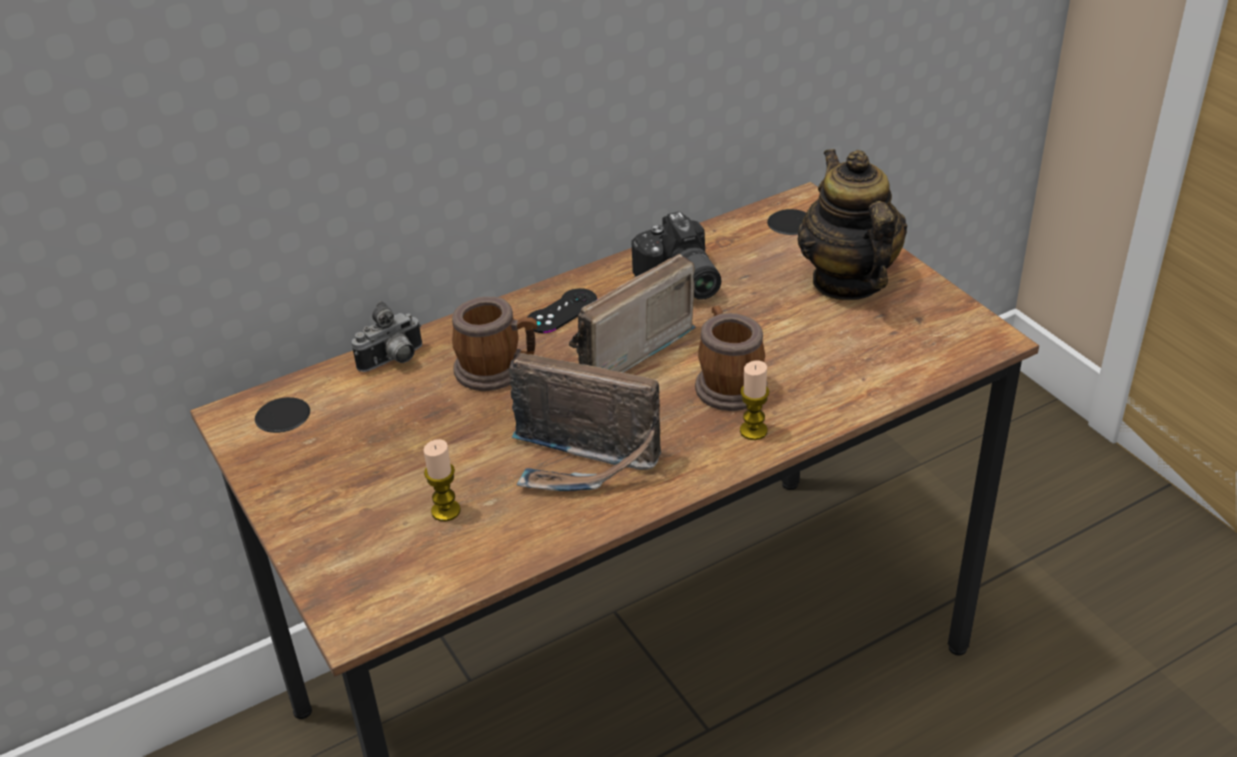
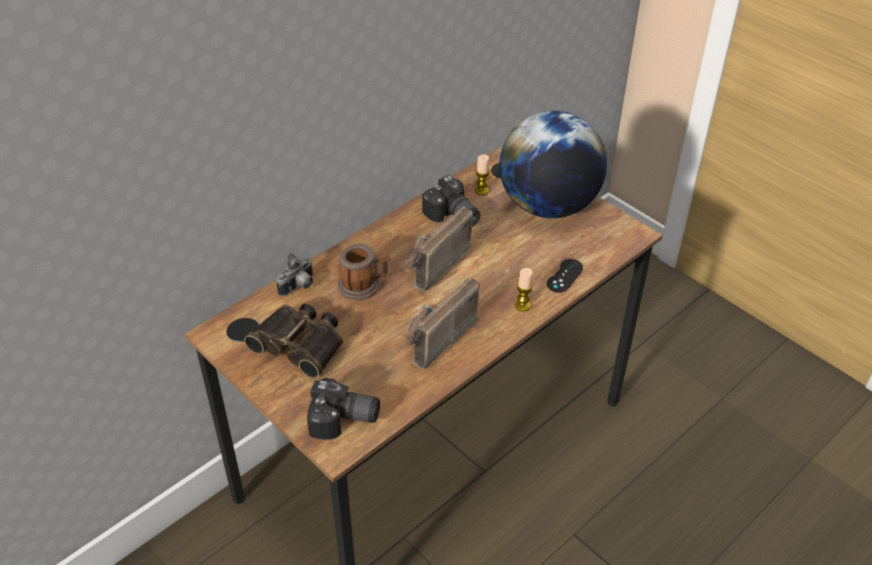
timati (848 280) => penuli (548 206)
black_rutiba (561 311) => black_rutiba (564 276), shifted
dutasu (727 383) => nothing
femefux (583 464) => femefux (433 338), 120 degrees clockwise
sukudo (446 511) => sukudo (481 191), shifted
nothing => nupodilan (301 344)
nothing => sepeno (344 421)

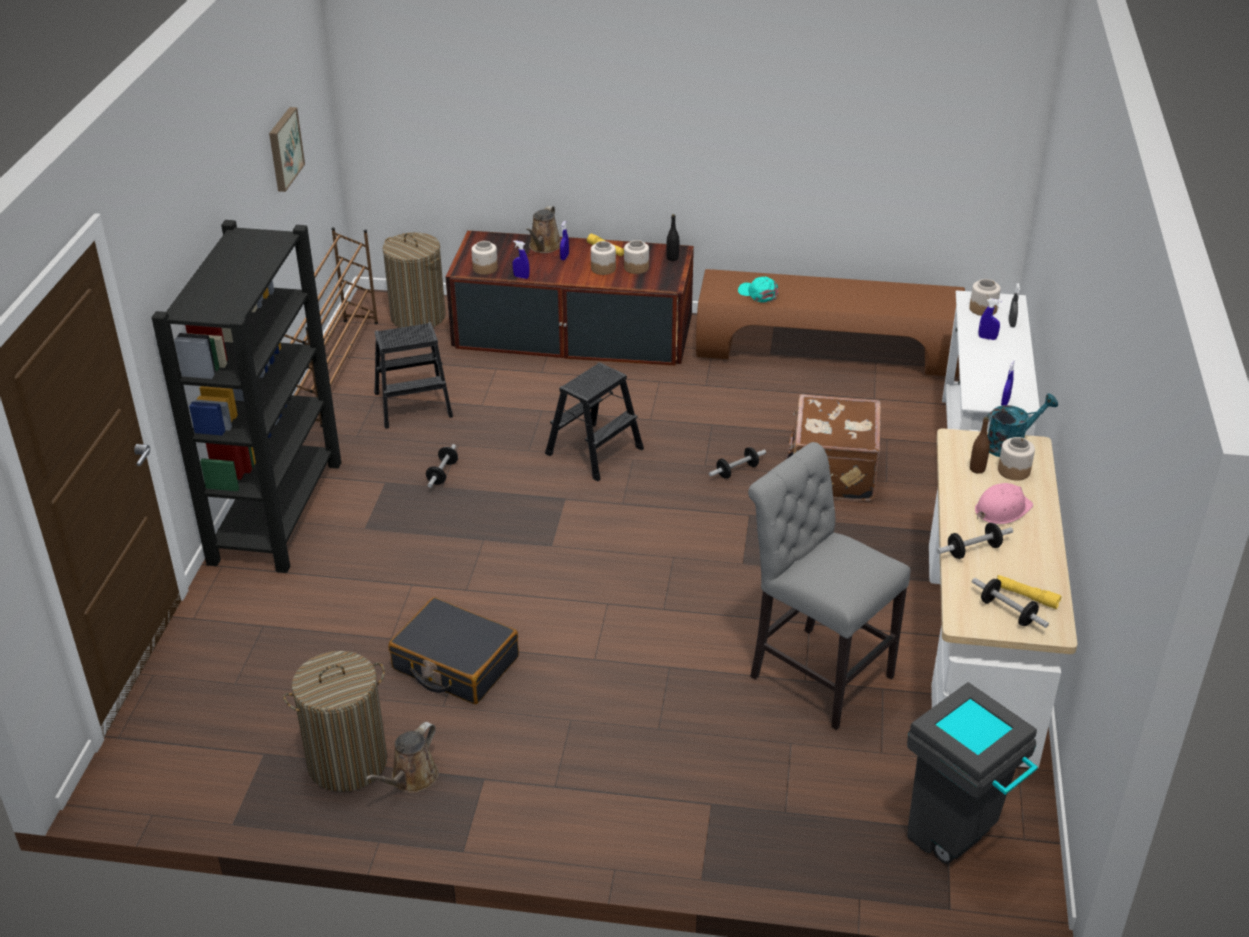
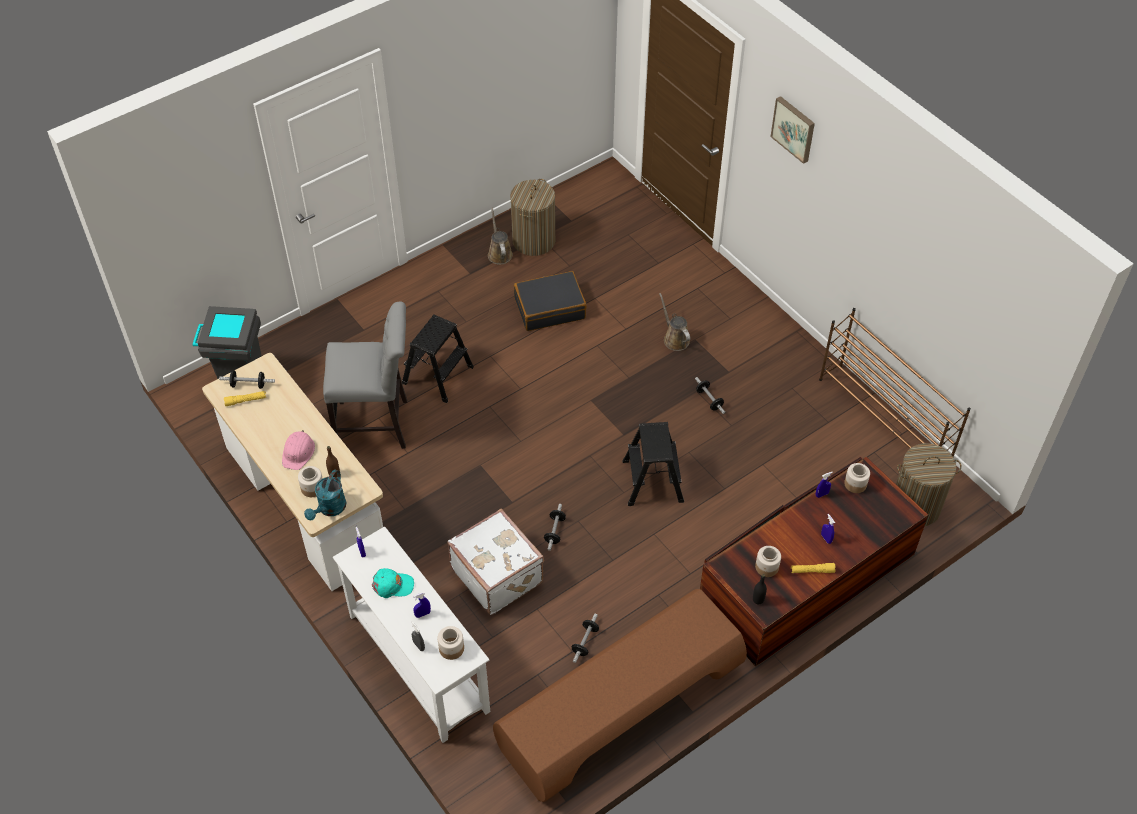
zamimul (283 149) => zamimul (794 128), shifted
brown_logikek (544 247) => brown_logikek (675 338), shifted
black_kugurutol (276 511) => nothing
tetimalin (603 268) => nothing
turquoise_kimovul (758 294) => turquoise_kimovul (392 585), shifted
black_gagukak (412 404) => black_gagukak (438 374), shifted
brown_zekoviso (831 473) => white_zekoviso (498 574)
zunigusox (973 550) => zunigusox (585 642), shifted

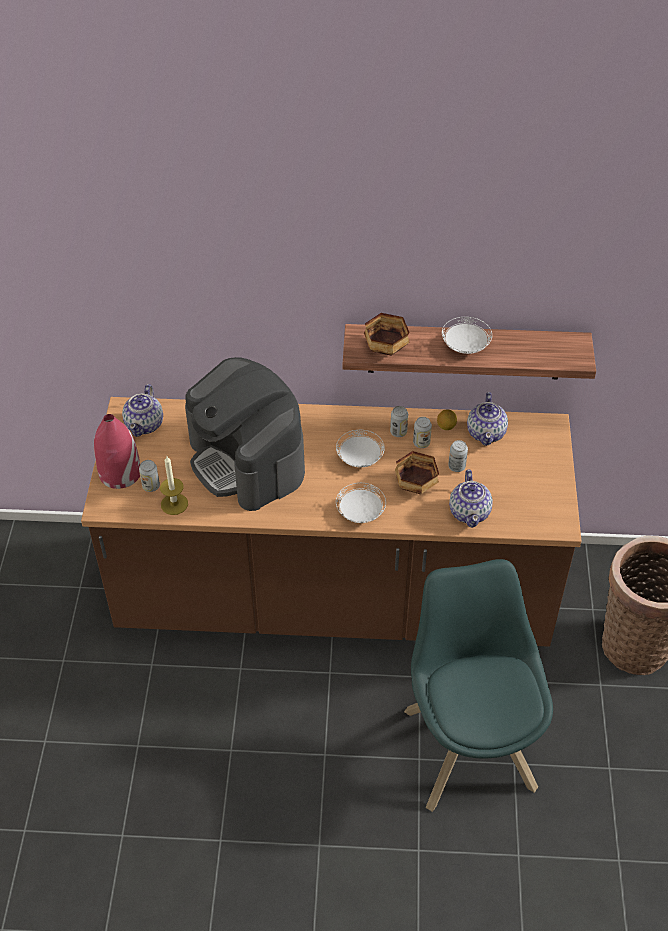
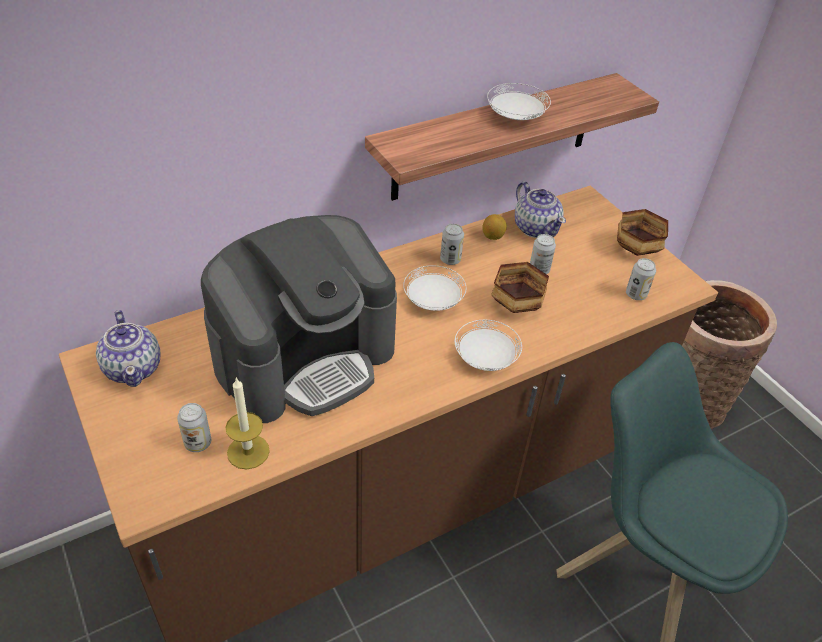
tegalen (386 347) => tegalen (635 248), shifted
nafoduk (247 461) => nafoduk (305 357), 60 degrees counterclockwise
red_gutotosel (119 473) => nothing
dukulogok (421 443) => dukulogok (636 294), shifted
timati (470 512) => nothing

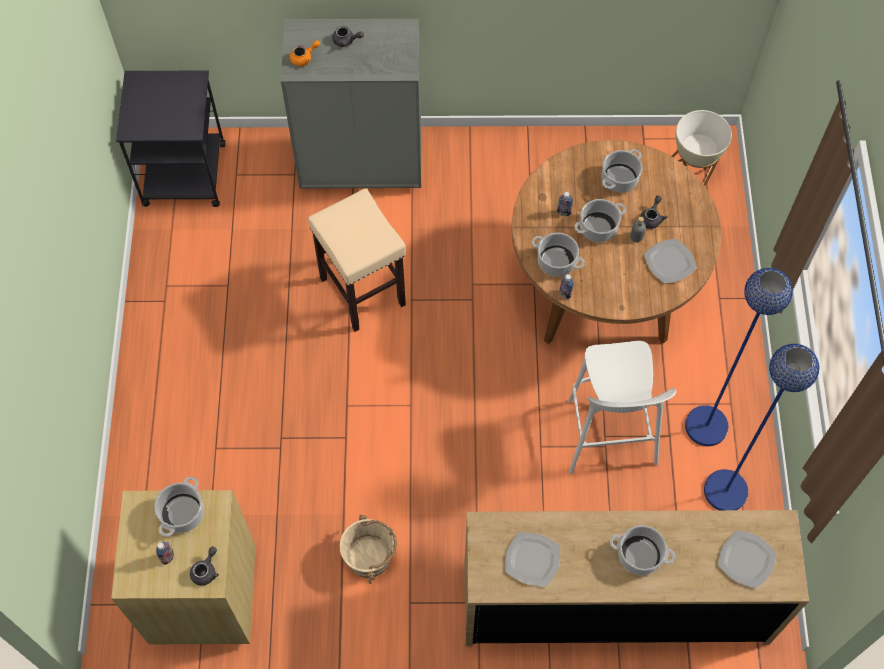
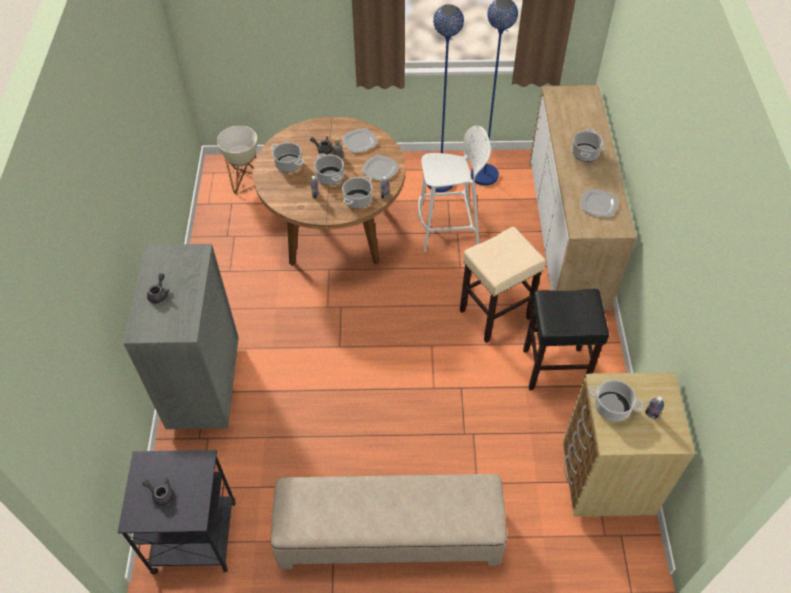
orange_timati (304 58) => nothing
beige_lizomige (363 292) => beige_lizomige (496 314), shifted
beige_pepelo (370 556) => black_lizomige (555 368)
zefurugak (745 560) => zefurugak (380 169), shifted
grey_timati (206 570) => grey_timati (161 494), shifted
nothing => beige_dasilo (388 534)

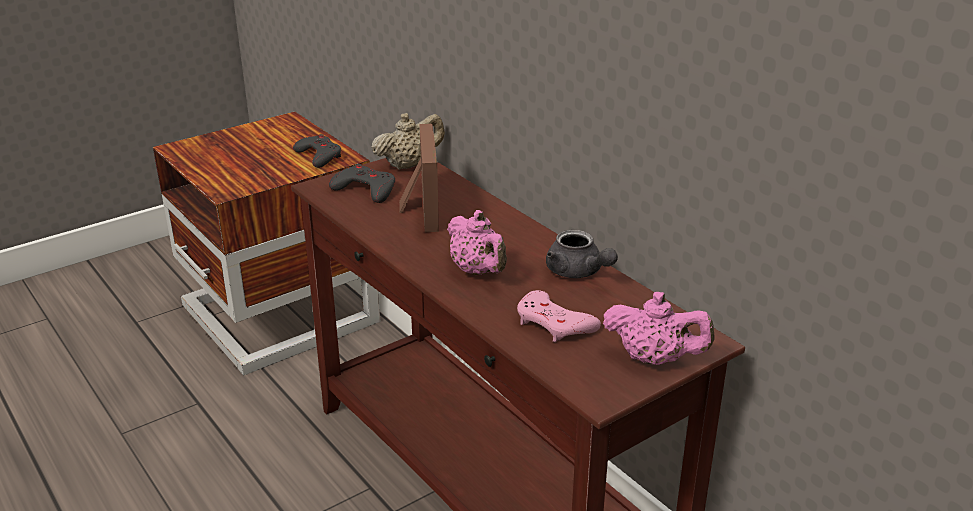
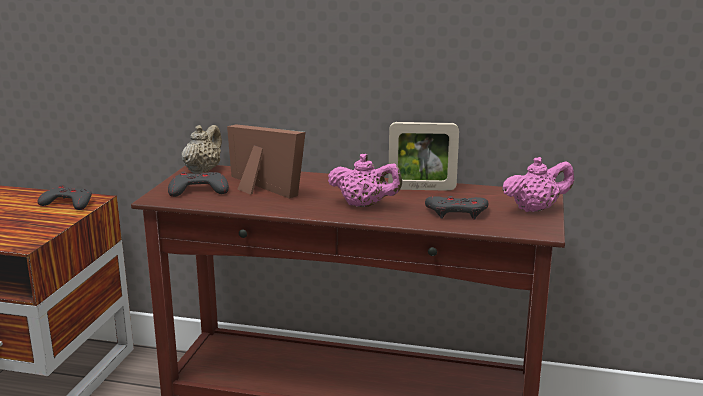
grey_timati (578 272) => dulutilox (422 188)
pink_rutiba (554 323) => grey_rutiba (457 212)

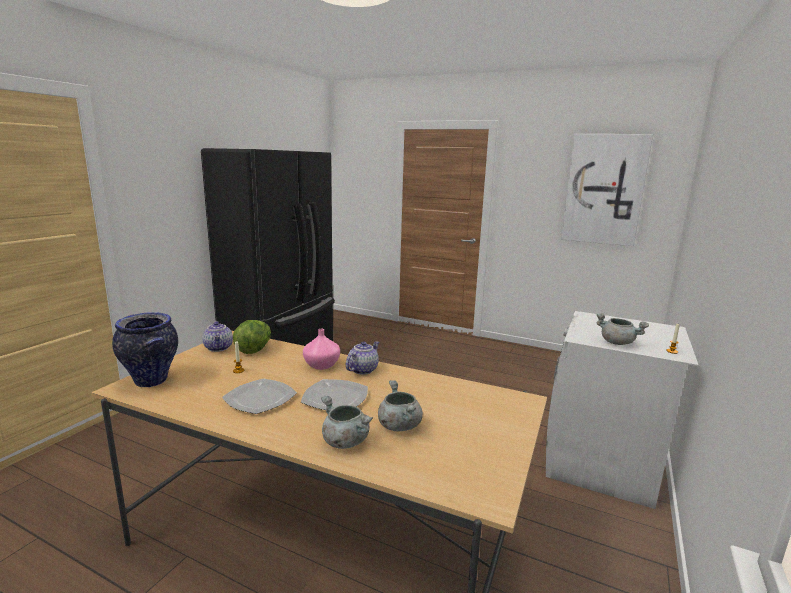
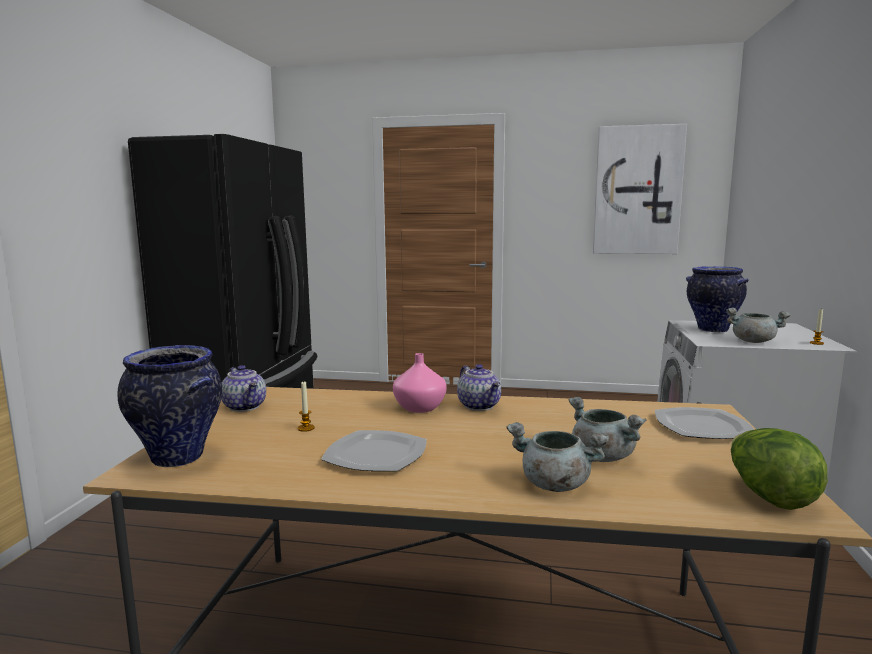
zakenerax (254 349) => zakenerax (768 496), shifted
timati (362 370) => timati (480 406), 135 degrees clockwise
zefurugak (335 398) => zefurugak (703 427), shifted
nothing => gutotosel (711 330)

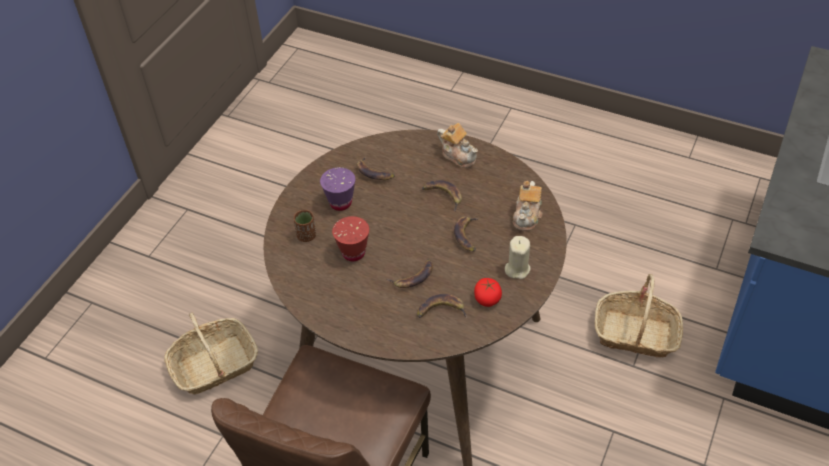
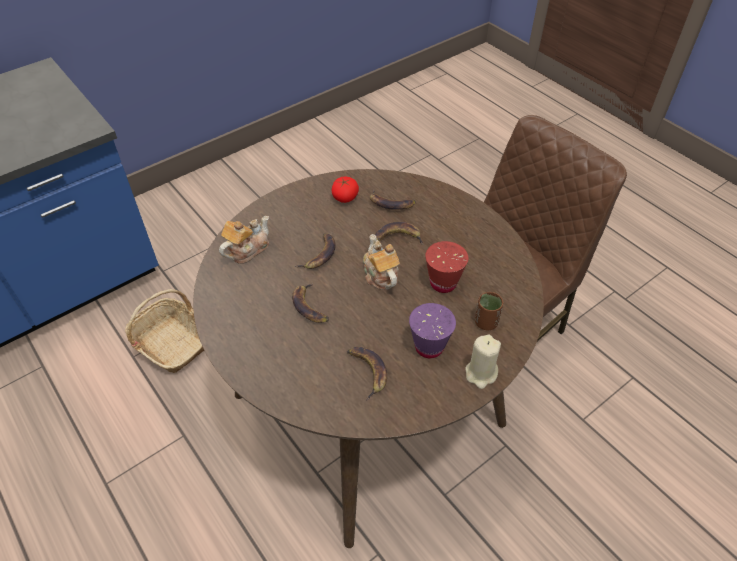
timati (458 155) => timati (380 275), shifted
beige_sukudo (517 269) => beige_sukudo (481 374), shifted
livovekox (214 365) => nothing

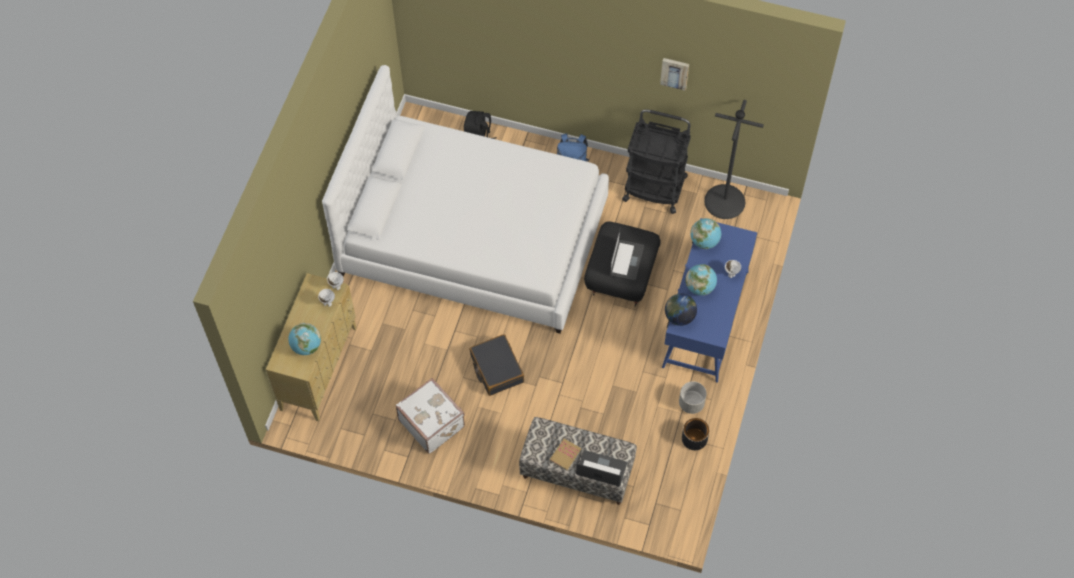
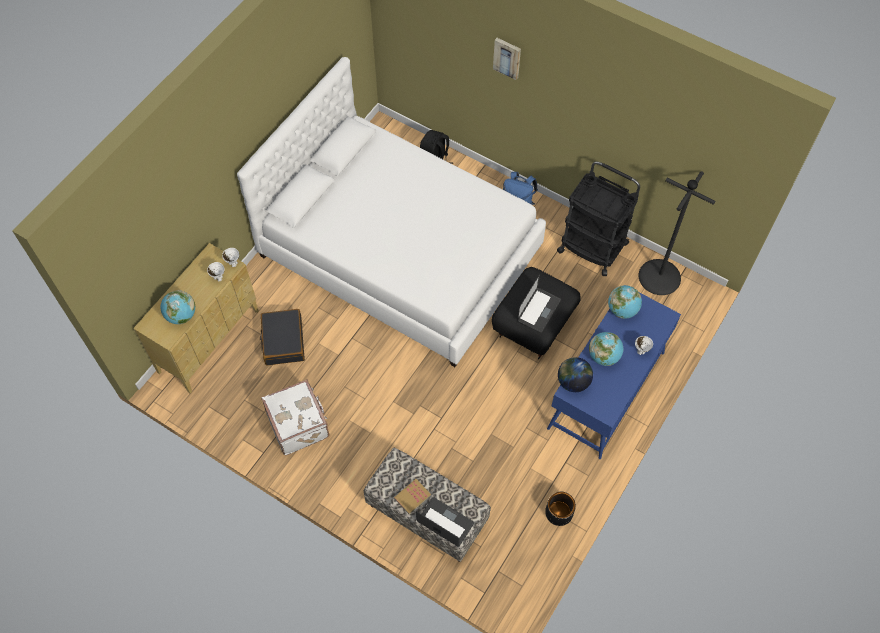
zamimul (675 72) => zamimul (507 57), shifted
black_zekoviso (496 369) => black_zekoviso (283 341), shifted
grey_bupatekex (691 403) => nothing

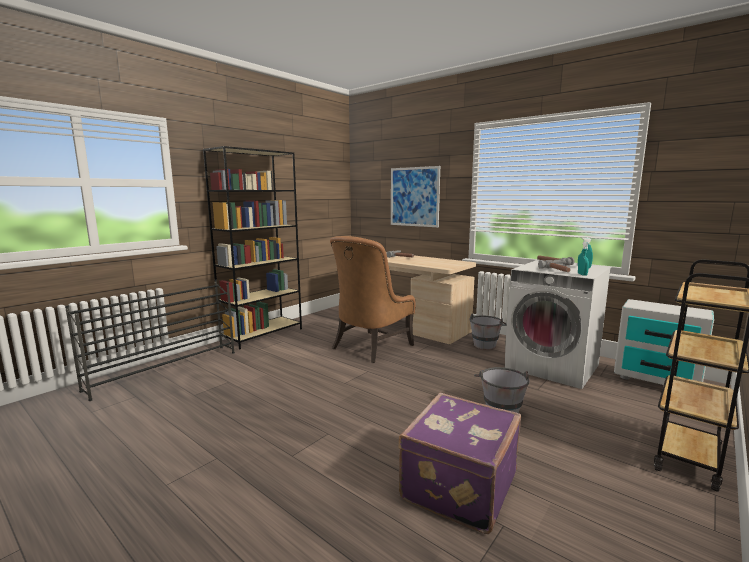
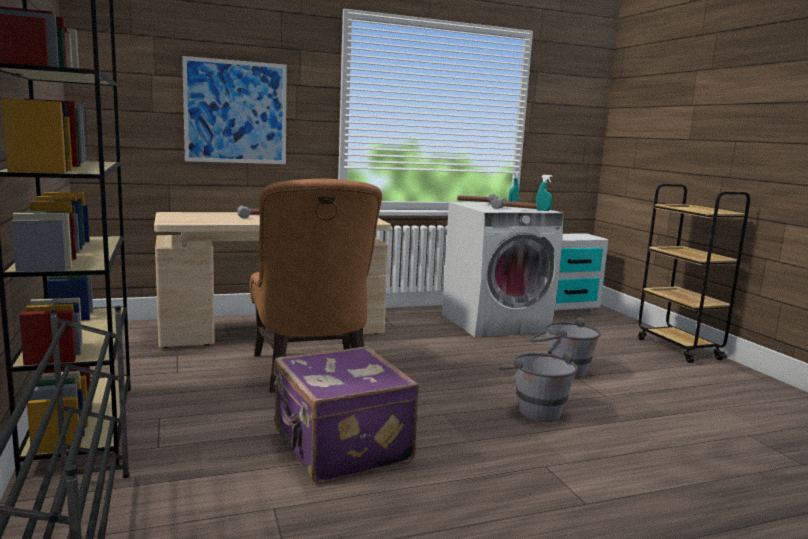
grey_pepelo (486 344) => grey_pepelo (533 409), shifted
purple_zekoviso (457 485) => purple_zekoviso (340 448), shifted

